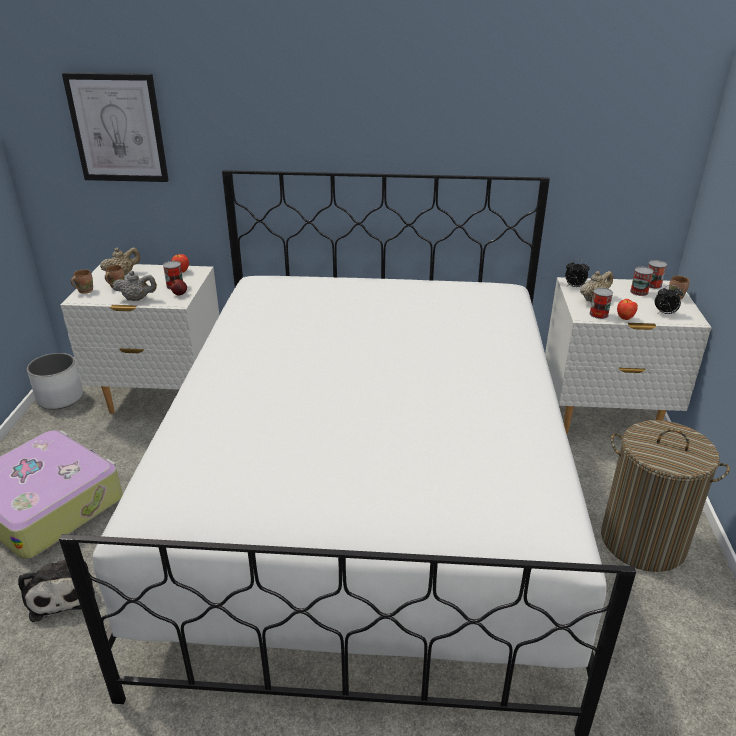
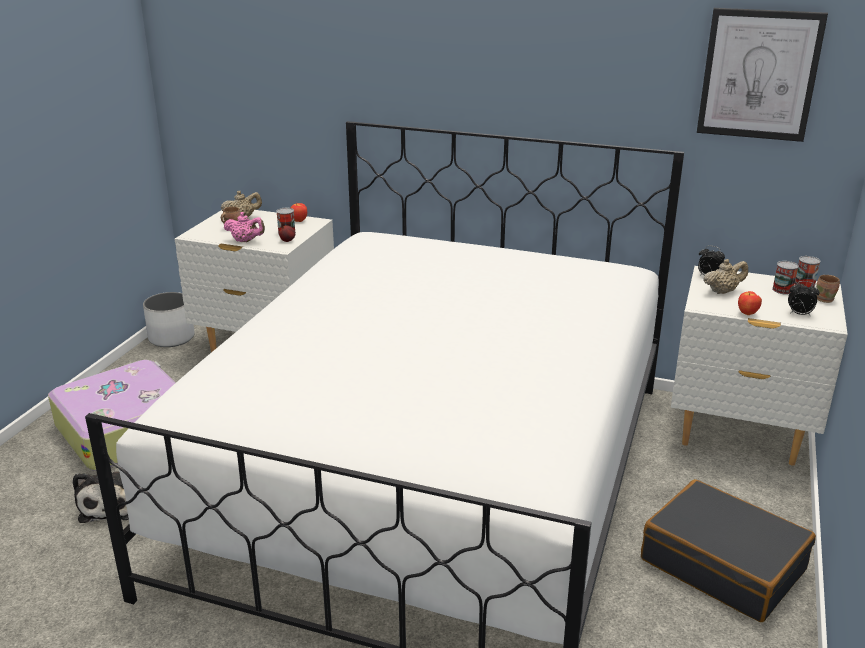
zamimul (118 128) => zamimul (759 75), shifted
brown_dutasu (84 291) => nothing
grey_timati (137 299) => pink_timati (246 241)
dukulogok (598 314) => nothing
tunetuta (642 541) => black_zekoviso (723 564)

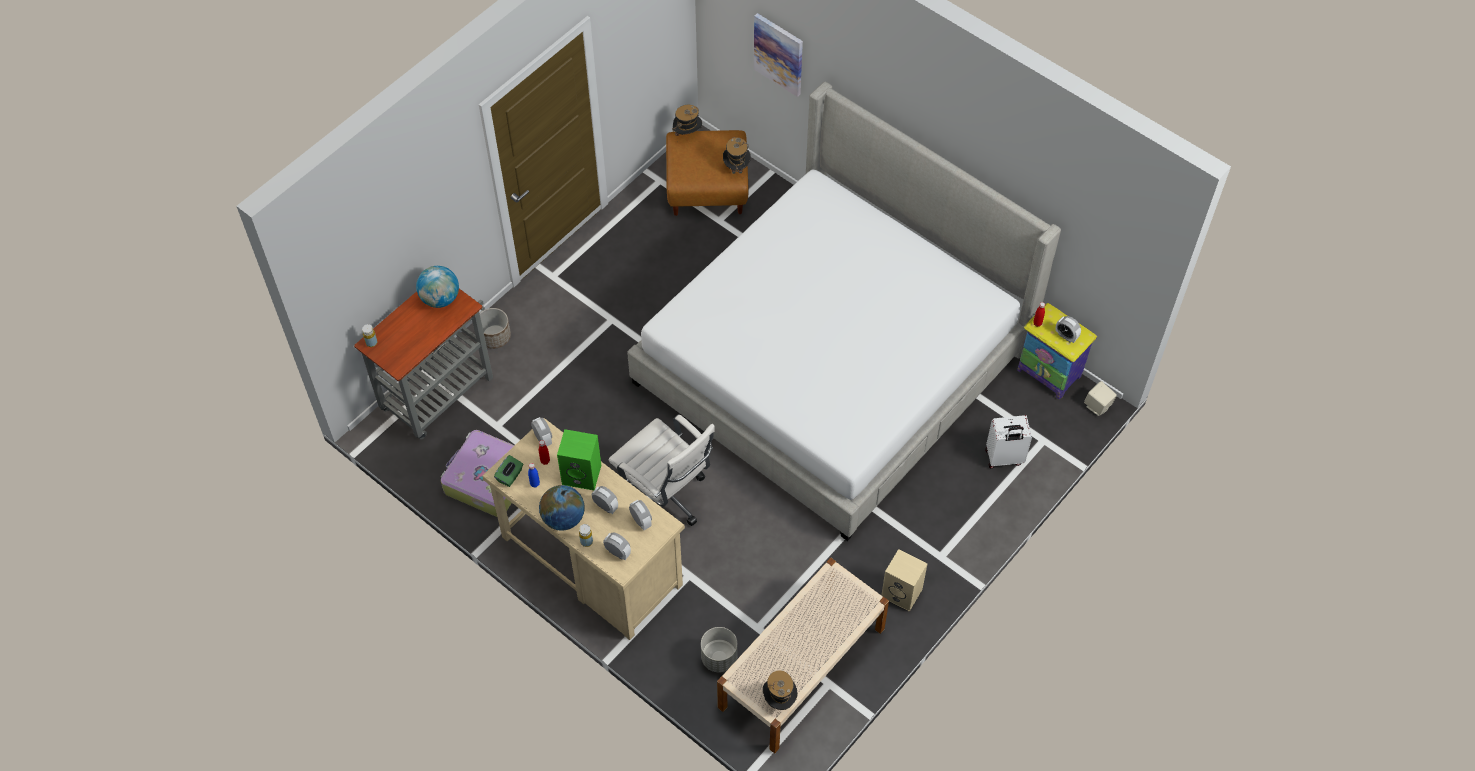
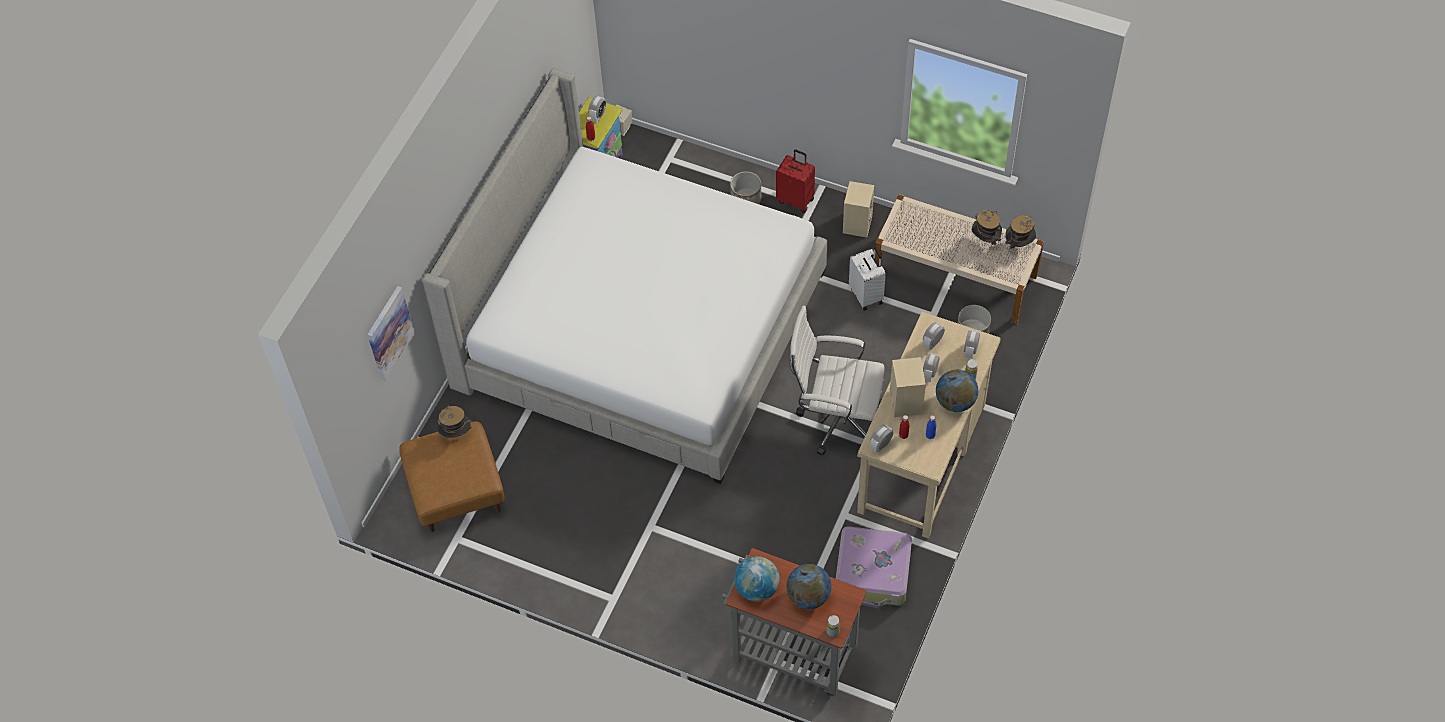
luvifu (687 134) => luvifu (985 239), shifted
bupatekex (494 336) => bupatekex (746 199), shifted
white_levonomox (665 499) => white_levonomox (836 420), 105 degrees counterclockwise
white_zekoviso (1004 458) => white_zekoviso (867 295), shifted
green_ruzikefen (583 474) => beige_ruzikefen (904 401)
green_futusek (510 476) => nothing
nothing => red_zekoviso (796 200)
nothing => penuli (808 596)

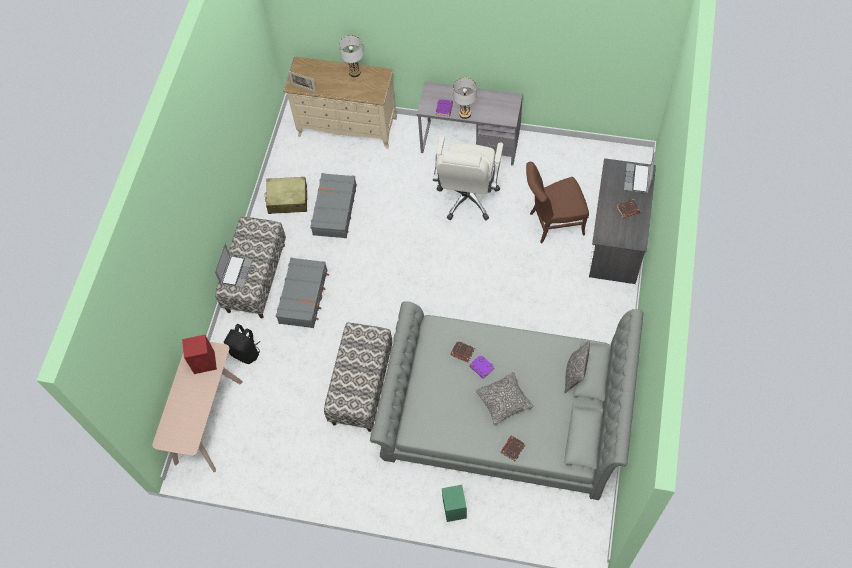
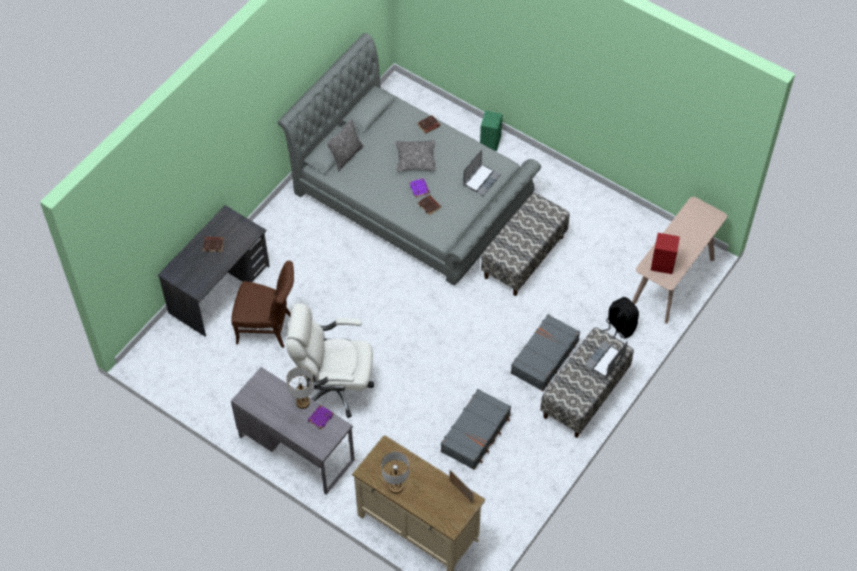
white_levonomox (467 199) => white_levonomox (335 388), 120 degrees counterclockwise
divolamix (638 179) => divolamix (481 180), shifted
beige_zekoviso (287 199) => nothing

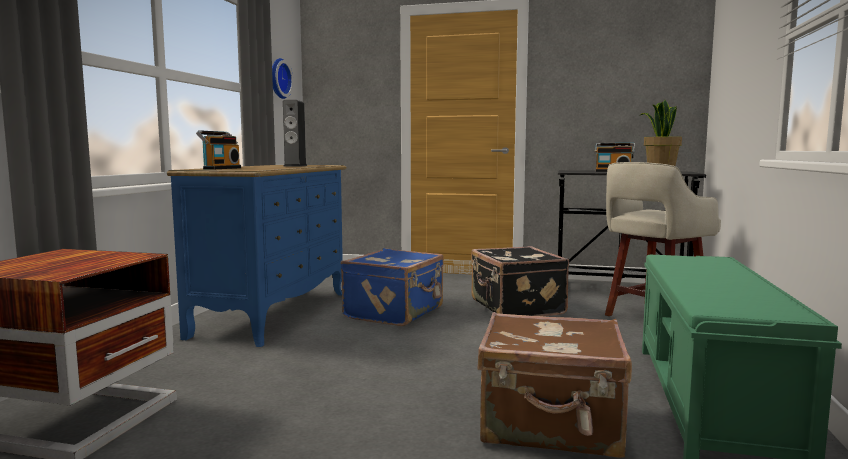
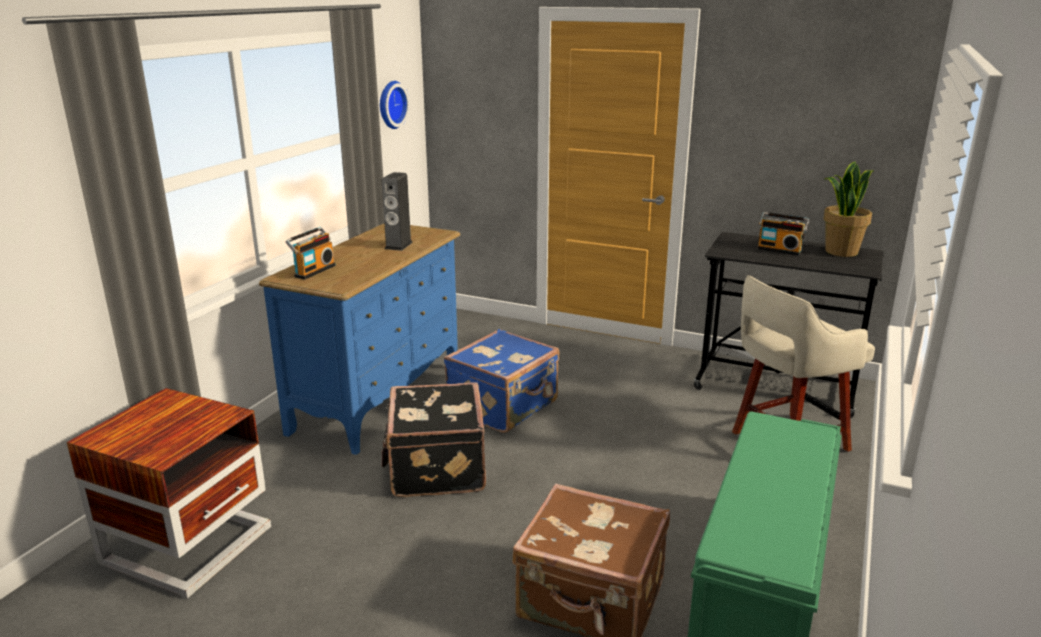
black_zekoviso (515 308) => black_zekoviso (435 468), shifted

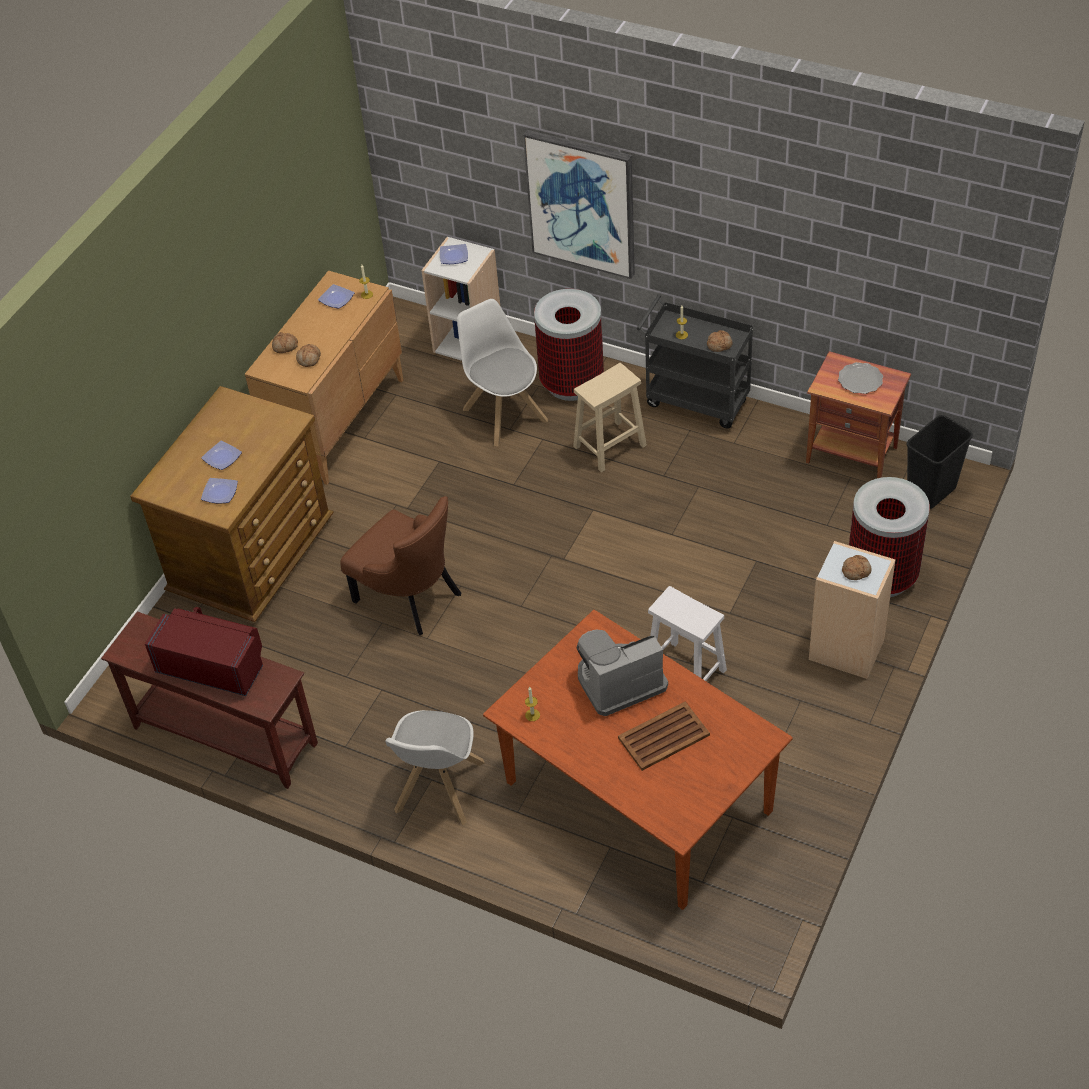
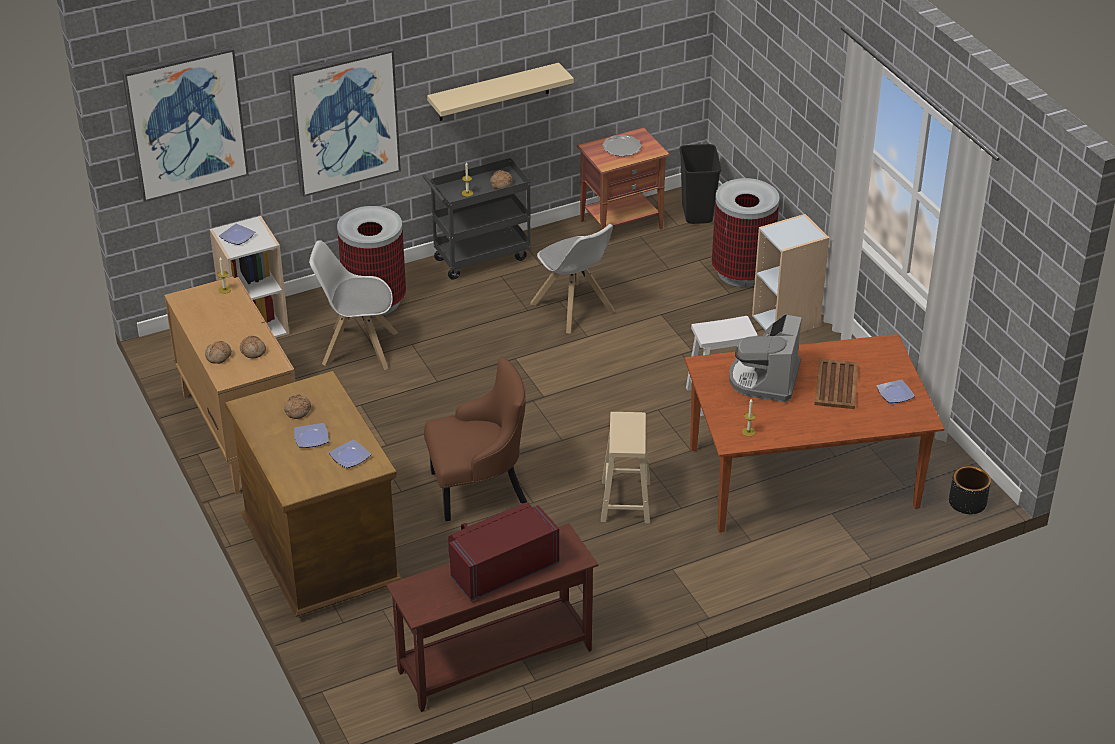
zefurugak (336 298) => zefurugak (894 393), shifted
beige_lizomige (610 445) => beige_lizomige (625 501), shifted
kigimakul (856 570) => kigimakul (297 410), shifted
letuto (438 789) => letuto (574 309), shifted
nothing => zamimul (185 122)
nothing => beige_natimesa (494 92)
nothing => black_bupatekex (967 503)

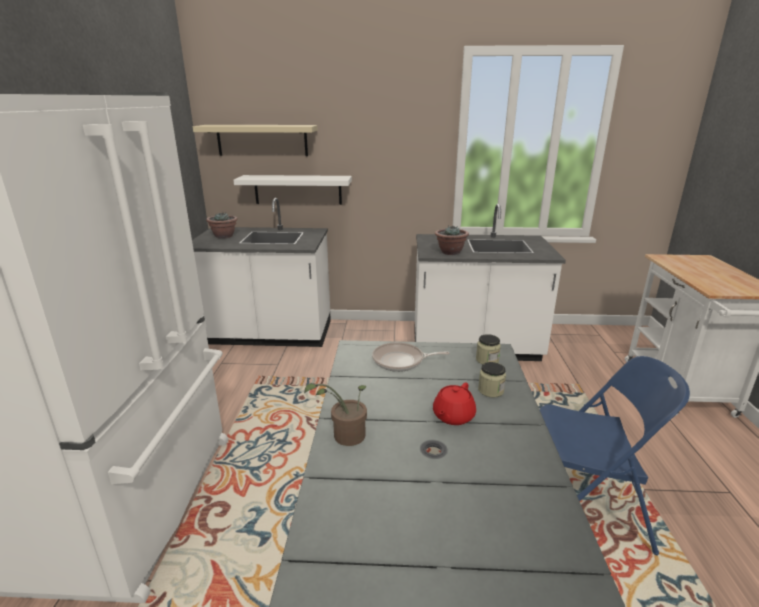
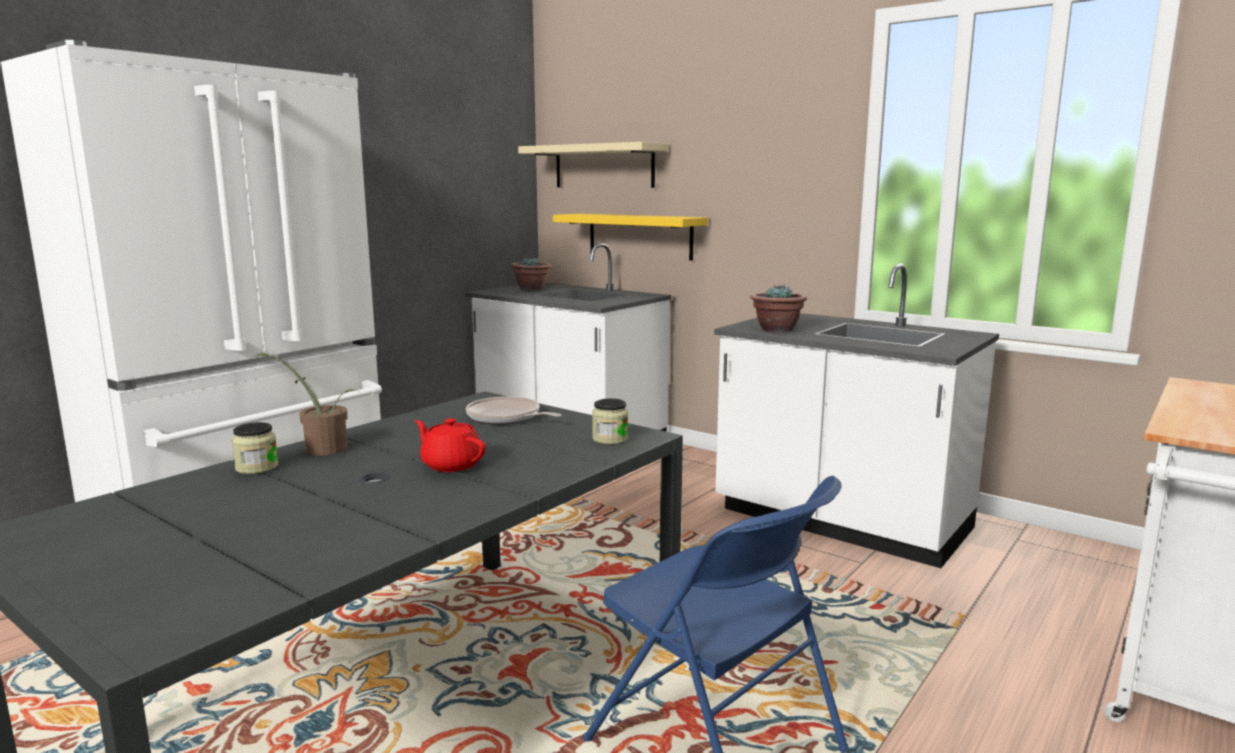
white_natimesa (298 189) => yellow_natimesa (640 236)
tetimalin (490 390) => tetimalin (257 467), shifted
red_timati (453 416) => red_timati (451 464), 60 degrees clockwise

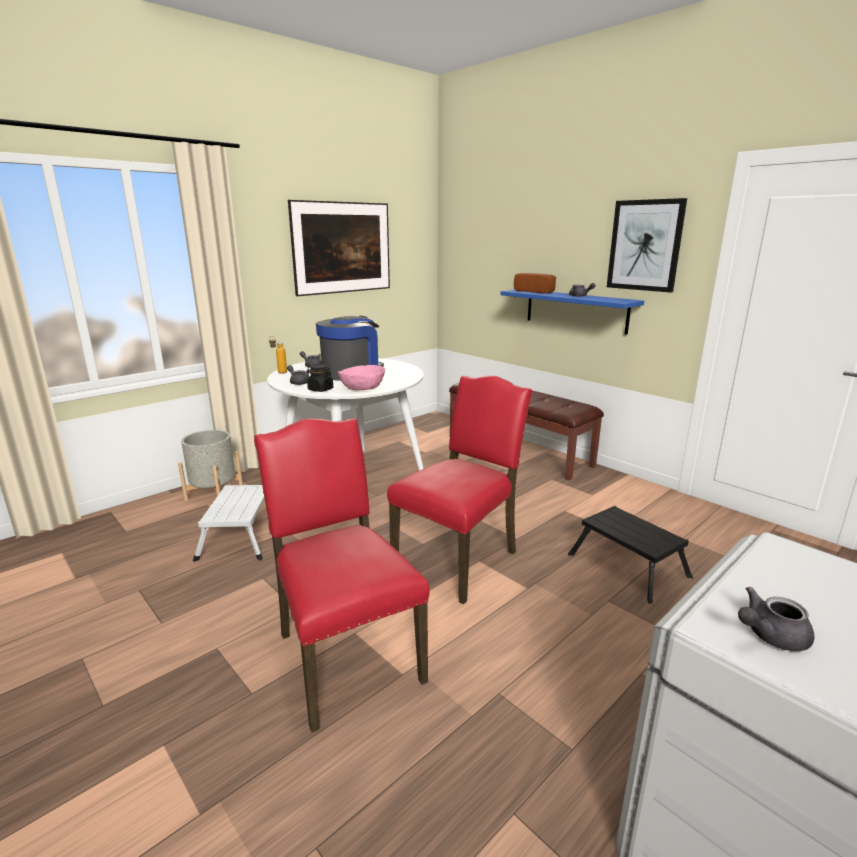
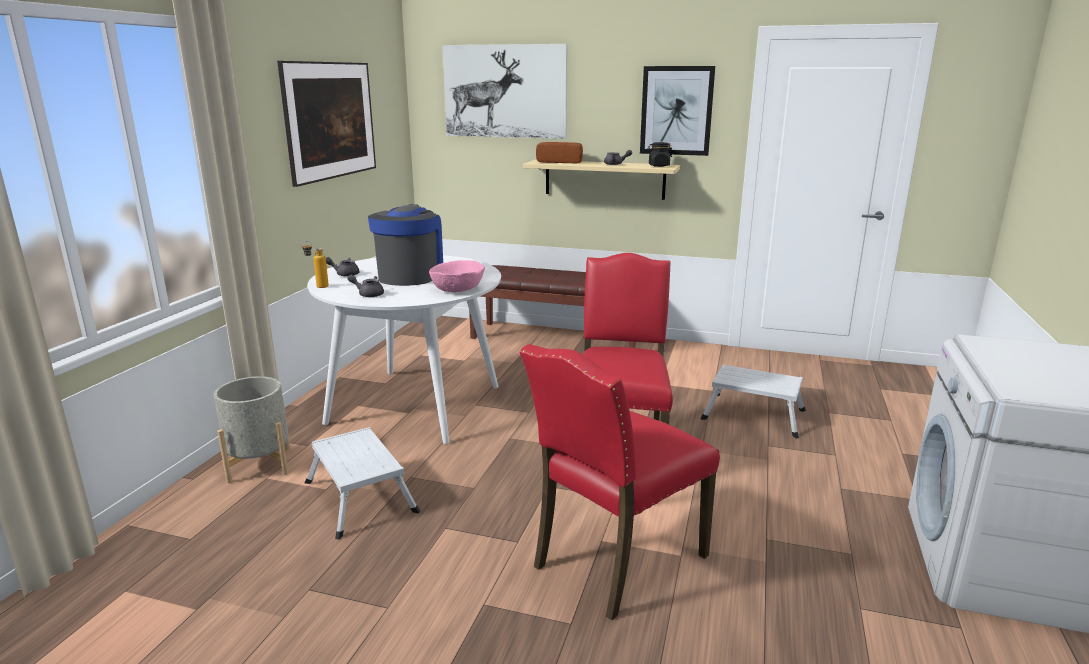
blue_natimesa (575 310) => beige_natimesa (604 179)
black_tetimalin (320 389) => black_tetimalin (658 166), shifted
red_letuto (344 655) => red_letuto (615 561), 75 degrees counterclockwise
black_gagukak (628 566) => white_gagukak (754 415)
grey_timati (769 636) => nothing
nothing => zamimul (505 91)

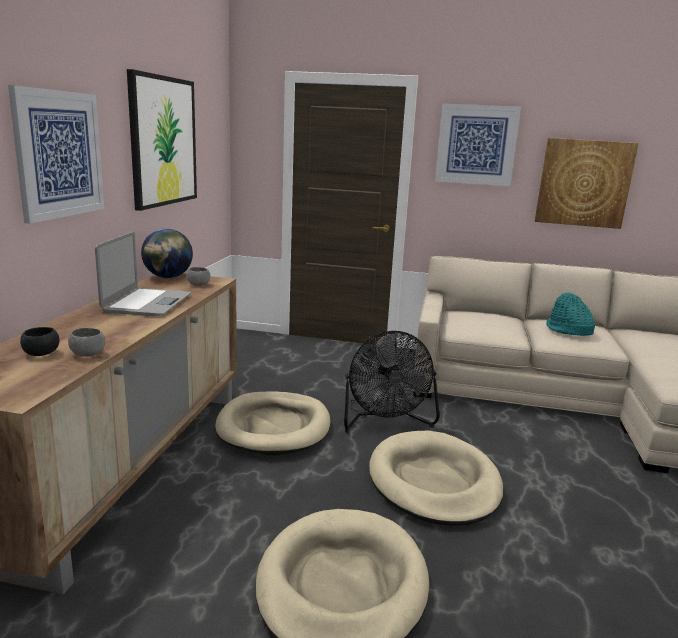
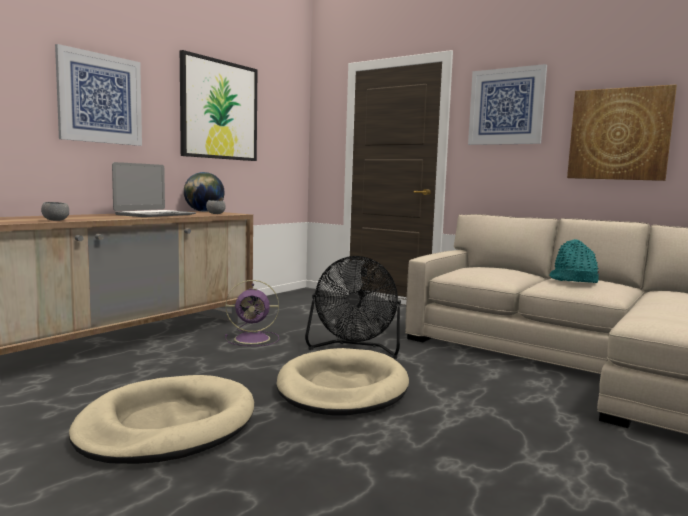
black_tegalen (41 354) => nothing
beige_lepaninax (274 427) => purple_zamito (254 339)

